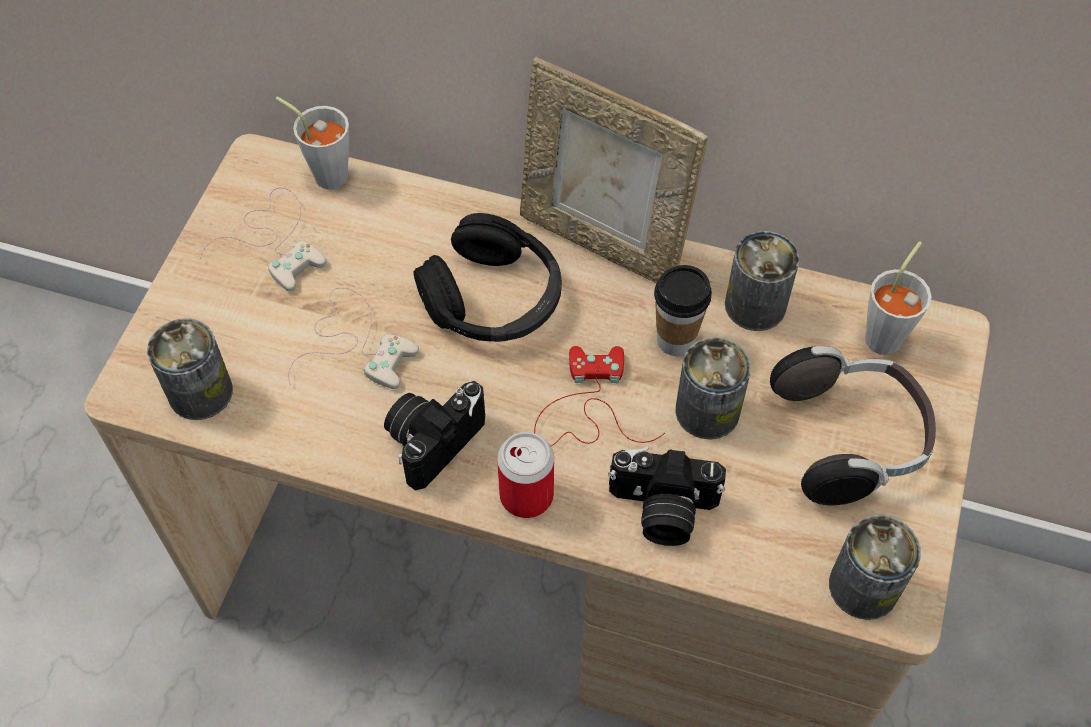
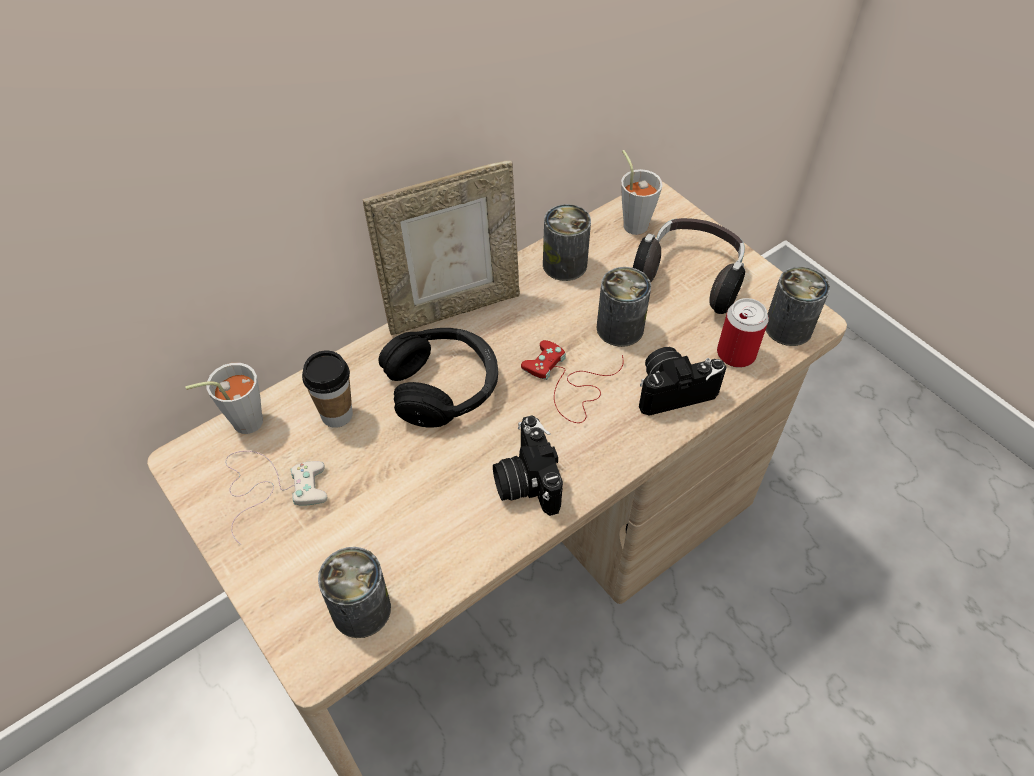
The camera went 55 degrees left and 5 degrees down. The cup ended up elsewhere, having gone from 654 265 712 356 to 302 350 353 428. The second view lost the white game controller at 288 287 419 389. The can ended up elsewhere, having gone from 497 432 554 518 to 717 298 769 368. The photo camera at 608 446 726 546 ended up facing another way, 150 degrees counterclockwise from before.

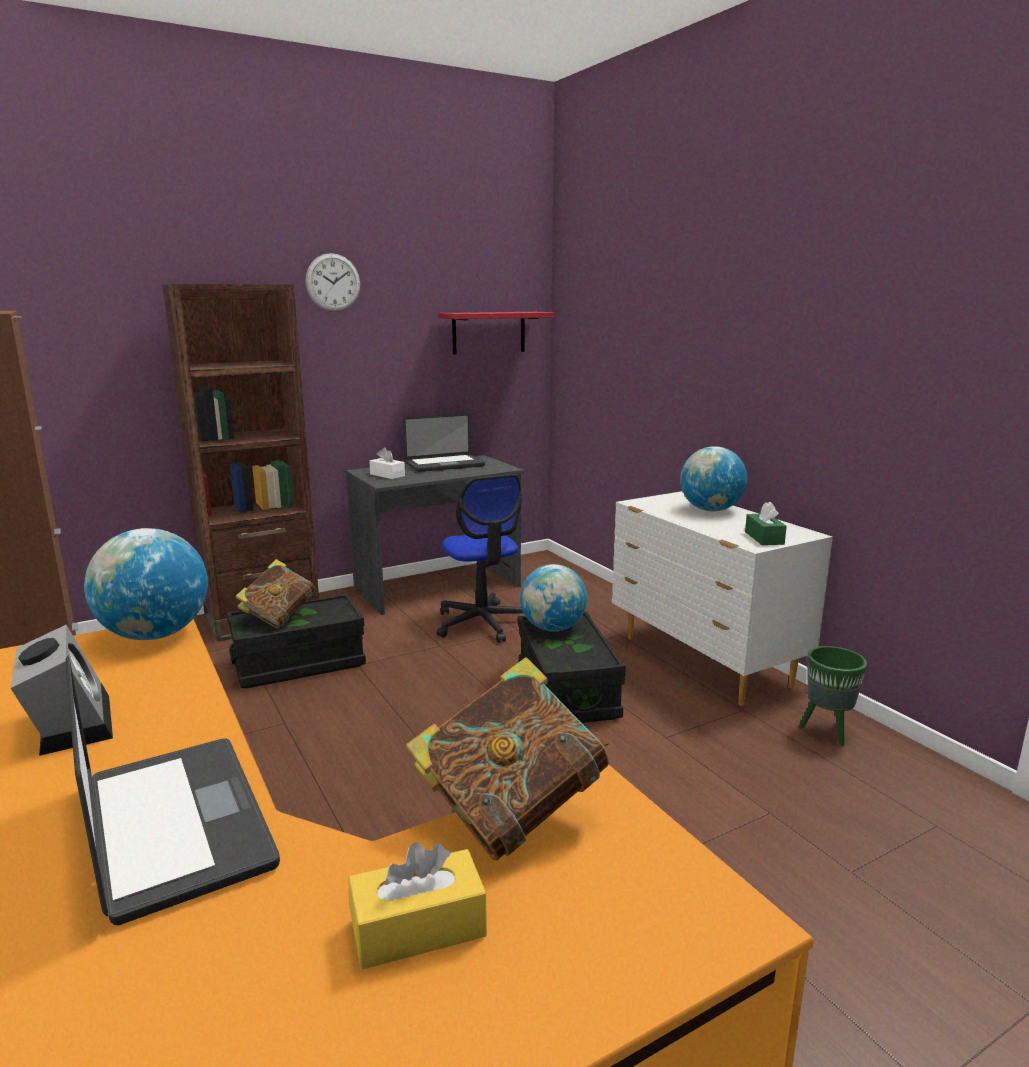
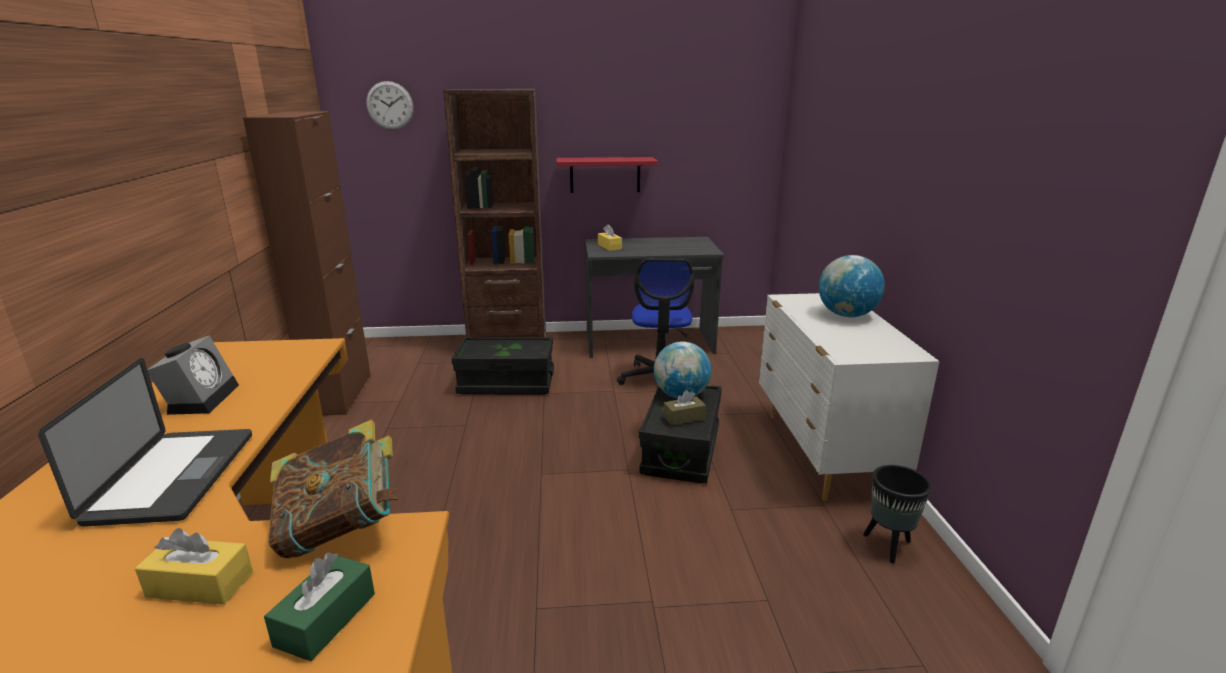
The camera went 25 degrees right and 5 degrees up. The wall clock ended up elsewhere, having gone from 305 253 360 312 to 366 81 413 130. The red shelf ended up elsewhere, having gone from 438 312 555 355 to 557 157 658 193. The second view lost the laptop at 403 413 485 472. What was the white tissue box at 369 448 405 479 turned into the yellow tissue box at 598 224 622 251. The green tissue box ended up elsewhere, having gone from 745 501 787 545 to 264 552 375 661. The second view lost the globe at 84 528 208 640. The second view lost the book at 236 559 315 629. What was the green planter at 799 646 867 746 turned into the black planter at 863 465 932 563. The second view gained the brown tissue box at 663 390 706 426.

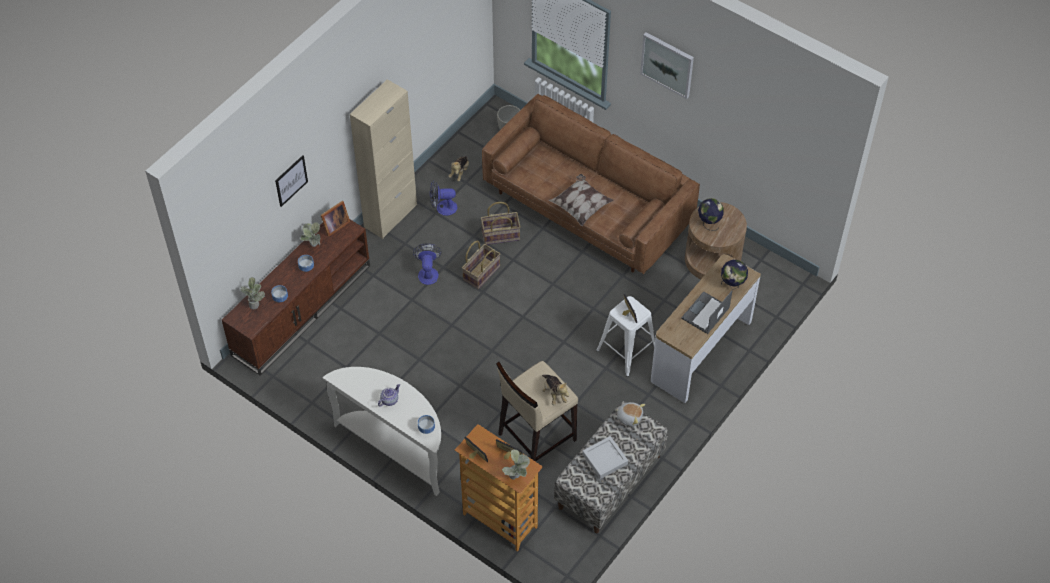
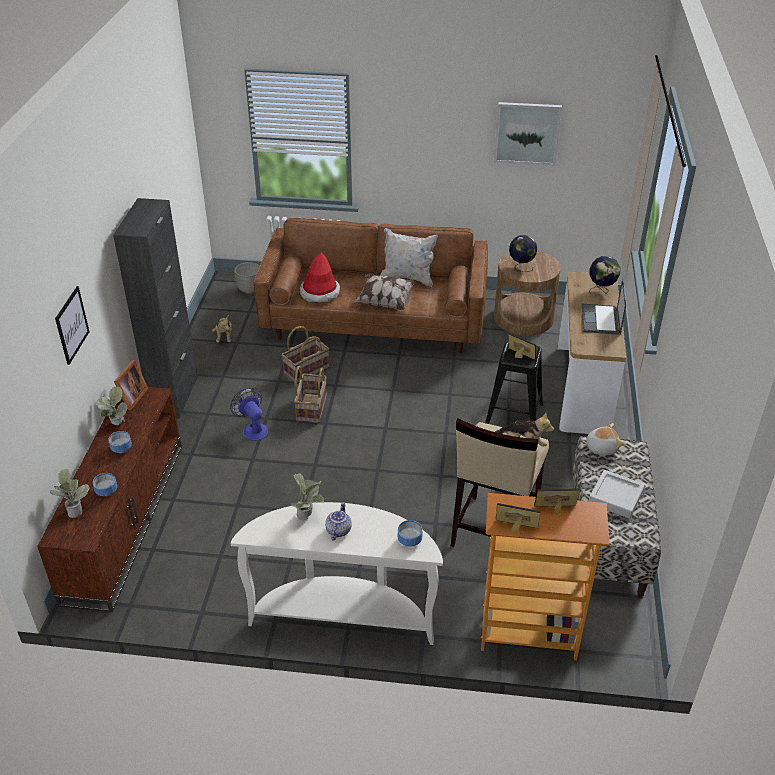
The camera went 30 degrees left and 15 degrees down. The picture ended up elsewhere, having gone from 640 32 694 99 to 494 102 562 166. What was the beige cabinet at 350 79 417 239 turned into the black cabinet at 113 198 198 419. The second view lost the fan at 430 180 457 216. What was the white stool at 596 296 655 377 turned into the black stool at 485 342 543 424. The potted plant ended up elsewhere, having gone from 502 449 530 480 to 291 473 324 520. The second view gained the white pillow at 380 228 438 287. The second view gained the hat at 300 253 341 302.

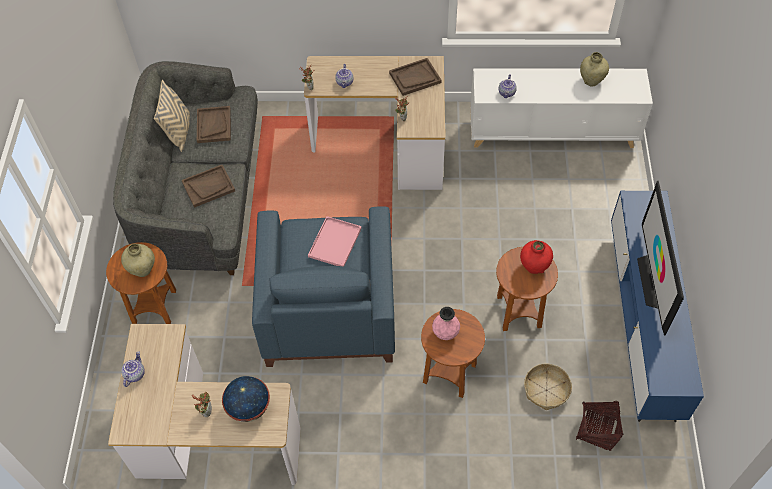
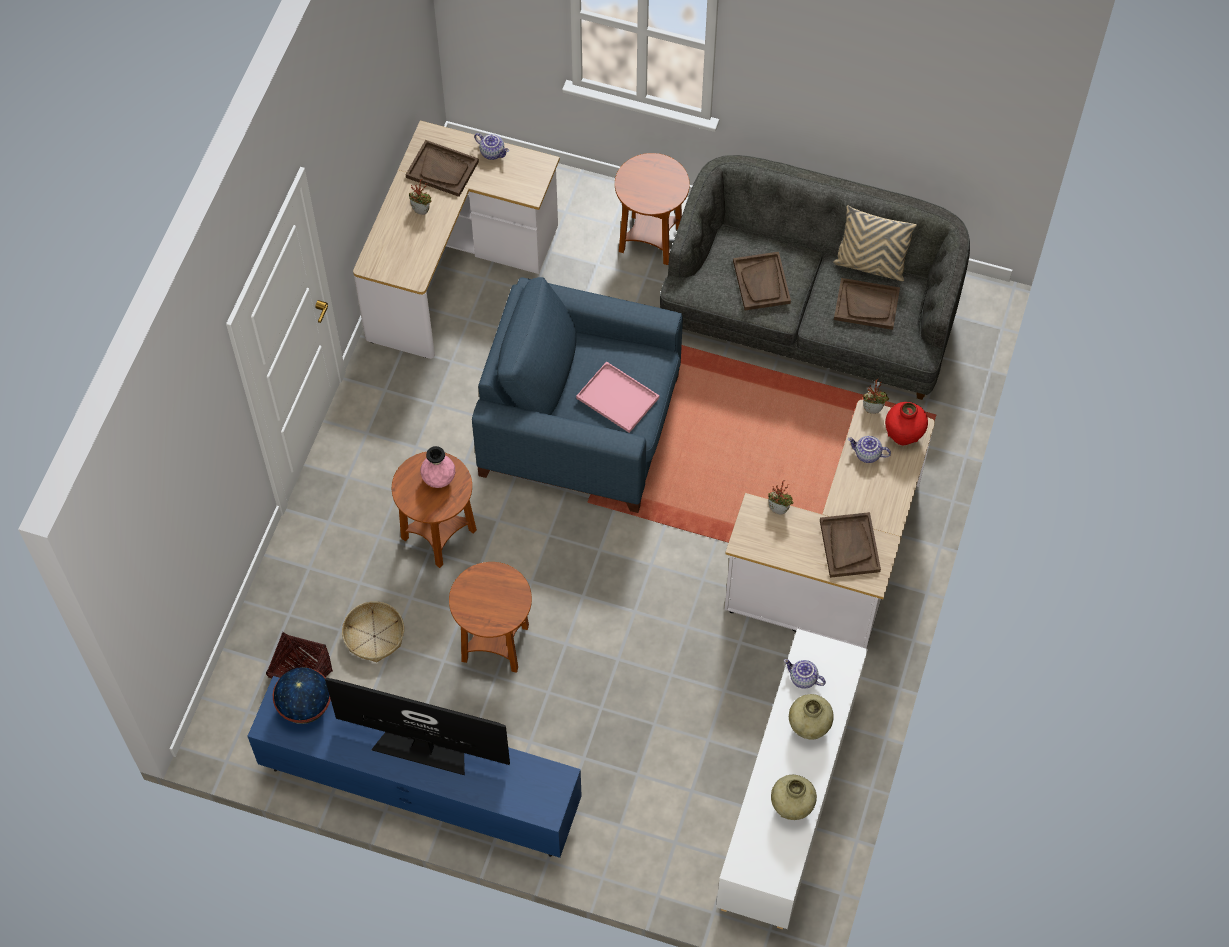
The camera went 105 degrees right and 5 degrees up. The red vase ended up elsewhere, having gone from 520 240 553 274 to 885 402 928 445. The beige vase ended up elsewhere, having gone from 121 244 155 277 to 789 694 834 740. The globe ended up elsewhere, having gone from 222 376 270 422 to 273 667 331 724. The second view gained the brown tray at 406 140 479 197.

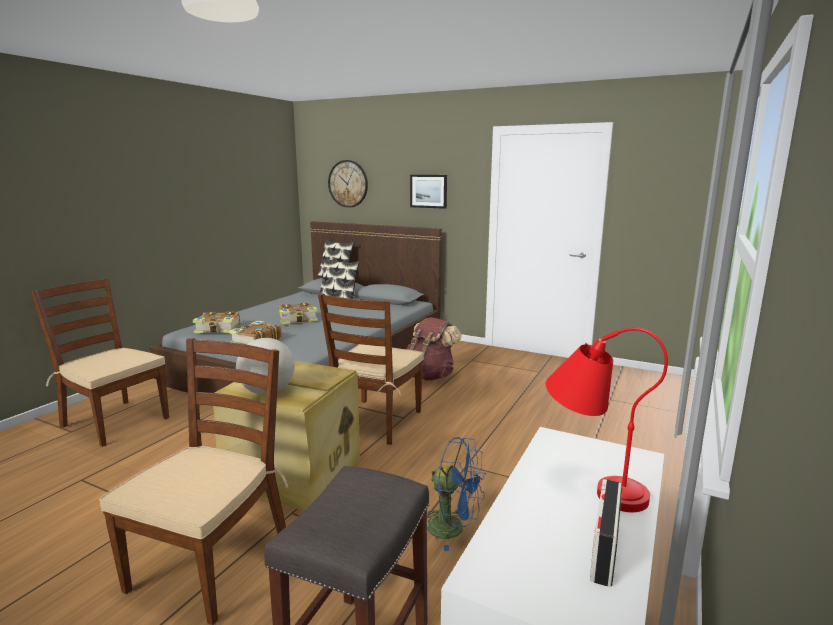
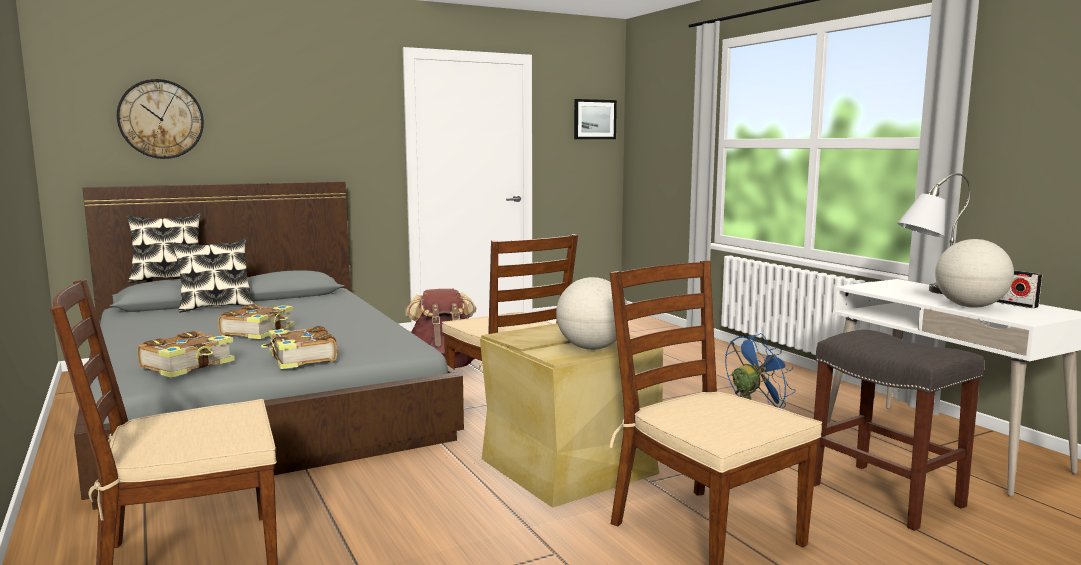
The camera went 55 degrees left and 5 degrees down. The picture ended up elsewhere, having gone from 410 175 447 209 to 574 99 617 139. What was the red table lamp at 546 327 668 512 turned into the grey table lamp at 897 173 971 294. The second view gained the globe at 935 239 1014 308.

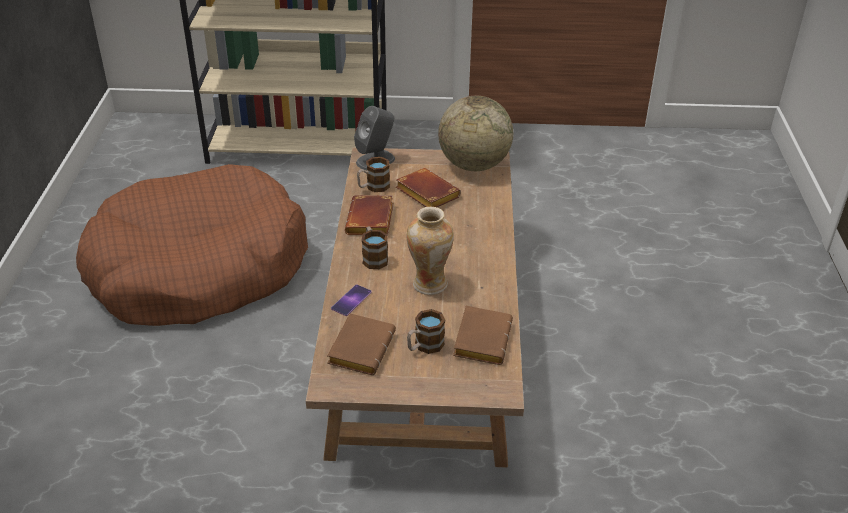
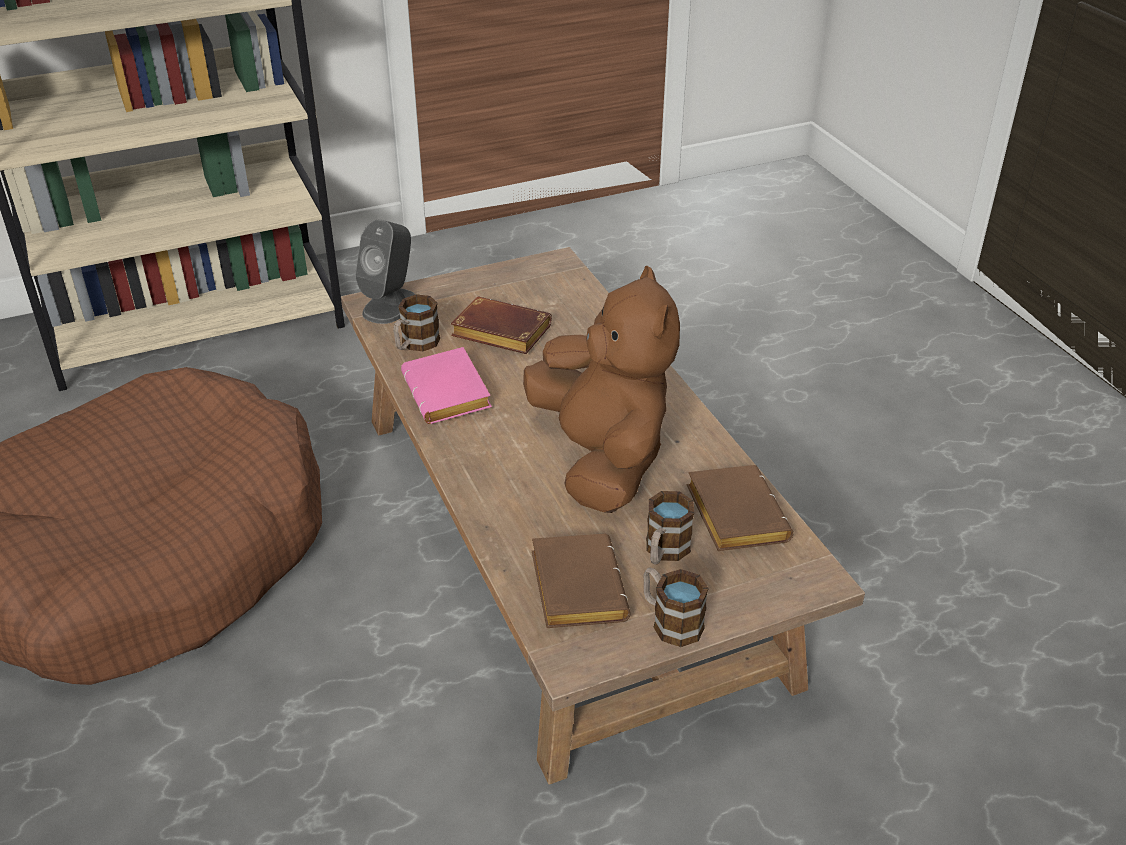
The camera went 25 degrees left and 0 degrees up. The second view lost the globe at 438 96 513 171. What was the brown book at 345 195 393 235 turned into the pink book at 401 347 492 424. Where the vase stood at 407 207 454 295, the brown plush toy came to stand at 523 266 680 513. The mug ended up elsewhere, having gone from 362 226 388 269 to 643 567 709 647. The second view lost the phone at 331 284 371 316.

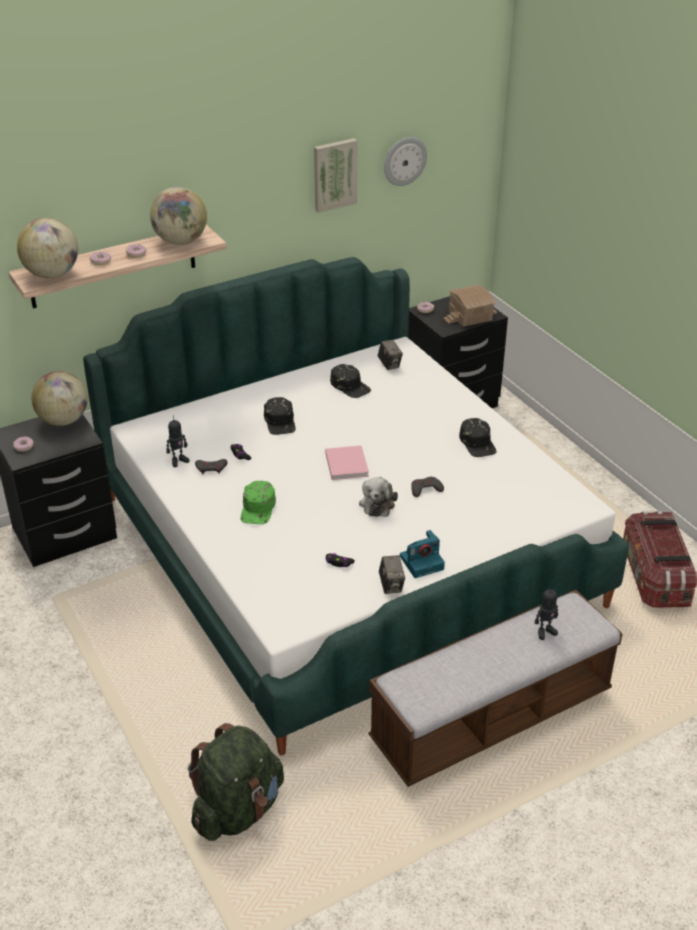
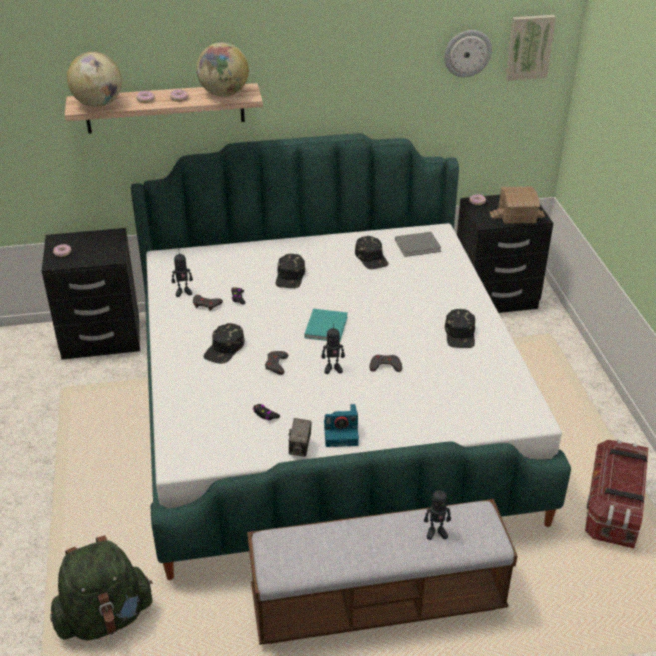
The camera went 20 degrees right and 0 degrees up. The picture ended up elsewhere, having gone from 314 138 357 213 to 506 15 556 81. Where the photo camera stood at 377 339 403 370, the grey book came to stand at 395 232 441 257. The second view lost the globe at 31 371 88 426. What was the pink book at 325 445 369 480 turned into the turquoise book at 304 309 348 341. Where the plush toy stood at 359 477 398 517, the toy robot came to stand at 321 323 345 374. What was the green cap at 241 481 276 524 turned into the black cap at 203 323 245 364. The second view gained the grey game controller at 265 351 288 375.

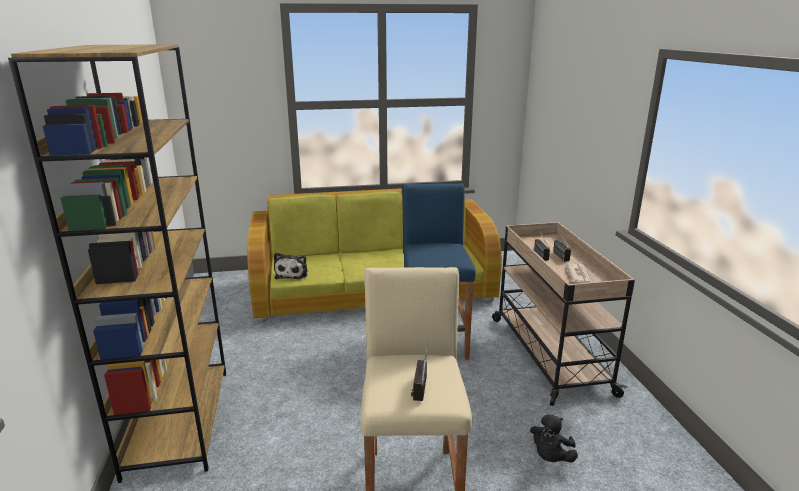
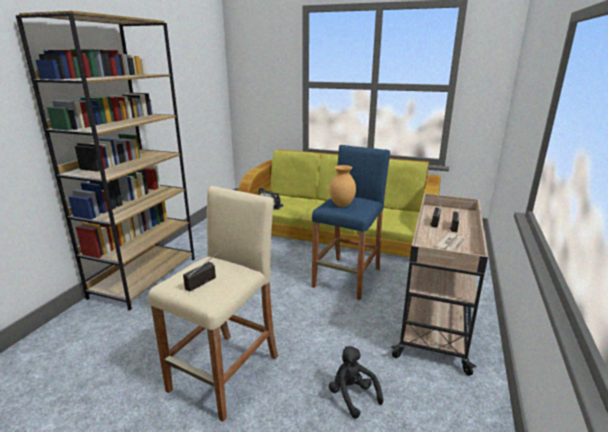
The camera went 30 degrees right and 0 degrees up. The black plush toy at 530 415 578 462 ended up facing another way, 90 degrees clockwise from before. The second view gained the brown vase at 329 165 356 207.

